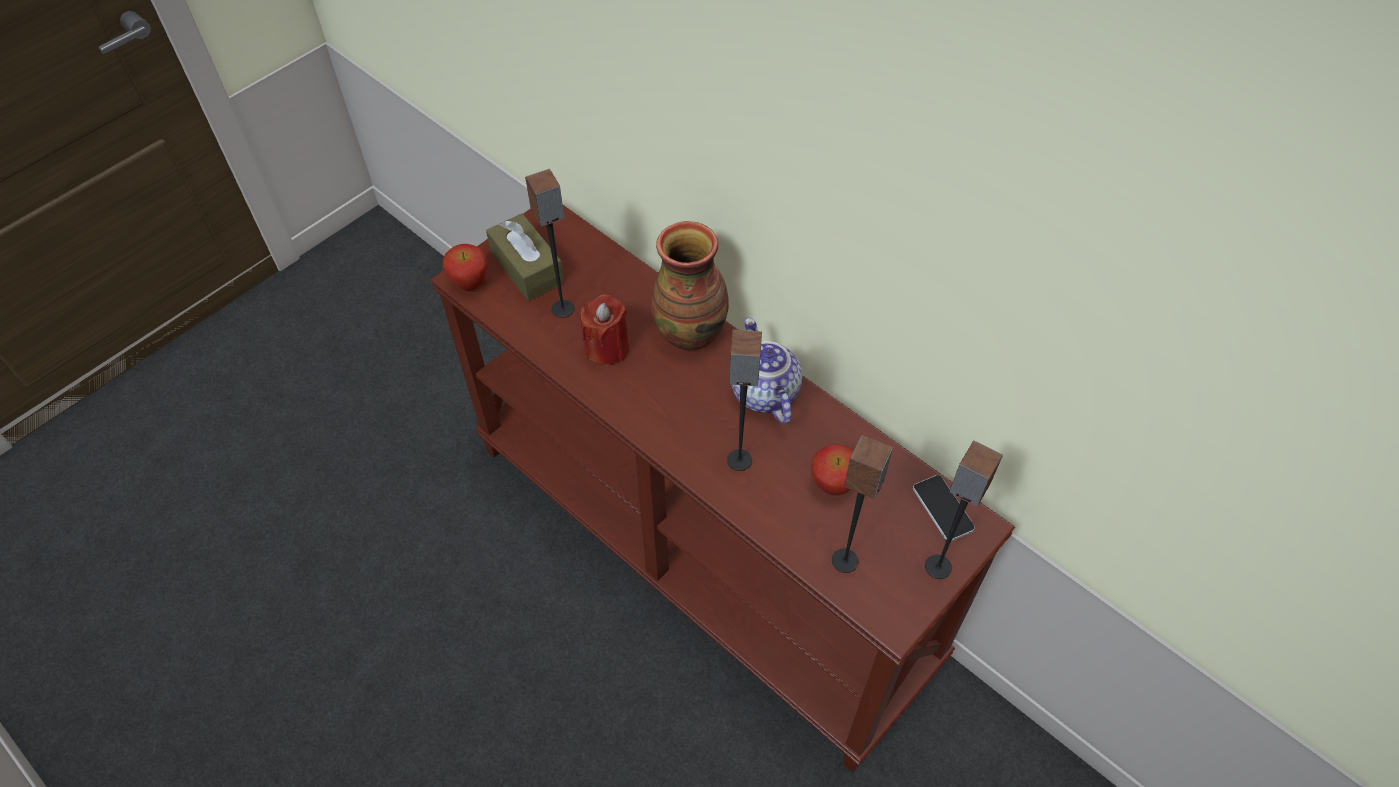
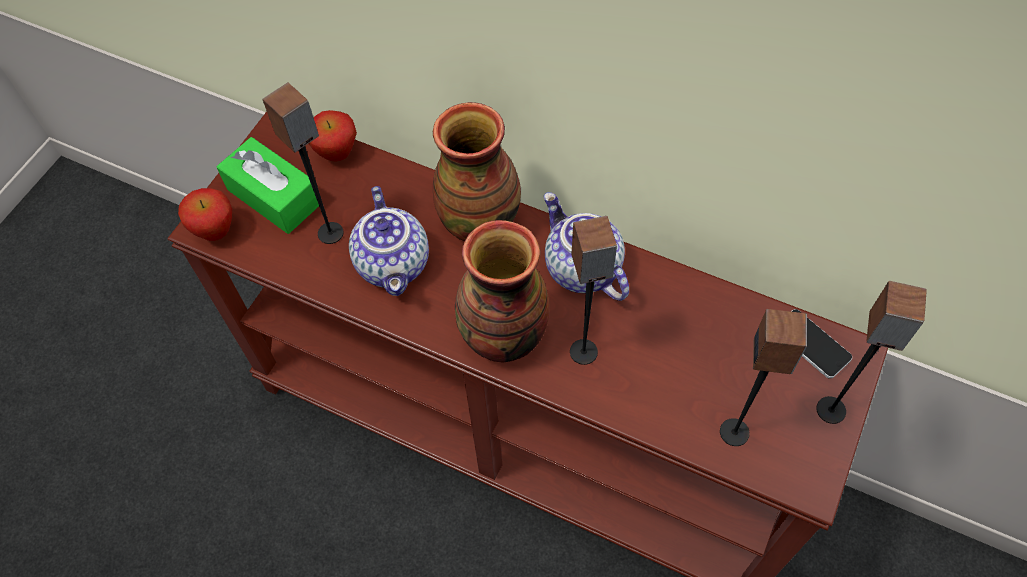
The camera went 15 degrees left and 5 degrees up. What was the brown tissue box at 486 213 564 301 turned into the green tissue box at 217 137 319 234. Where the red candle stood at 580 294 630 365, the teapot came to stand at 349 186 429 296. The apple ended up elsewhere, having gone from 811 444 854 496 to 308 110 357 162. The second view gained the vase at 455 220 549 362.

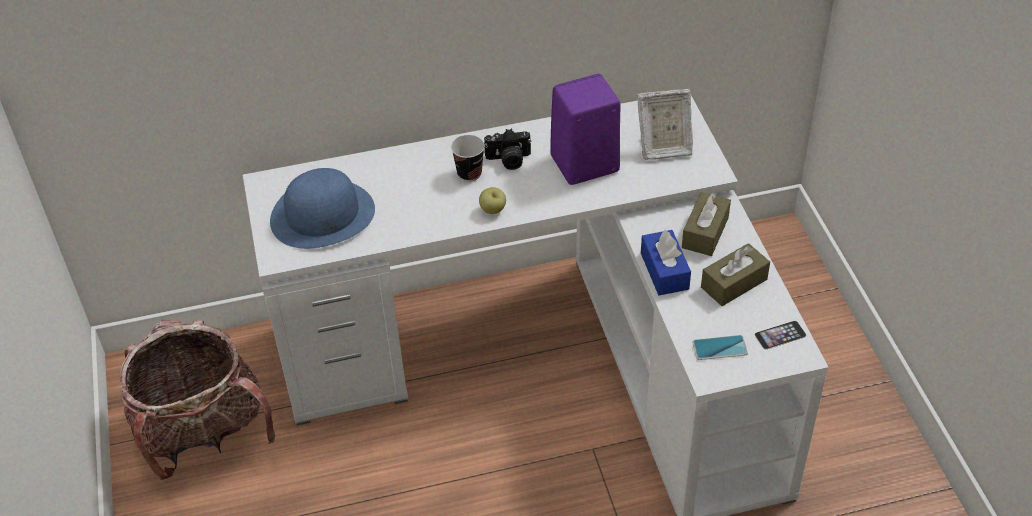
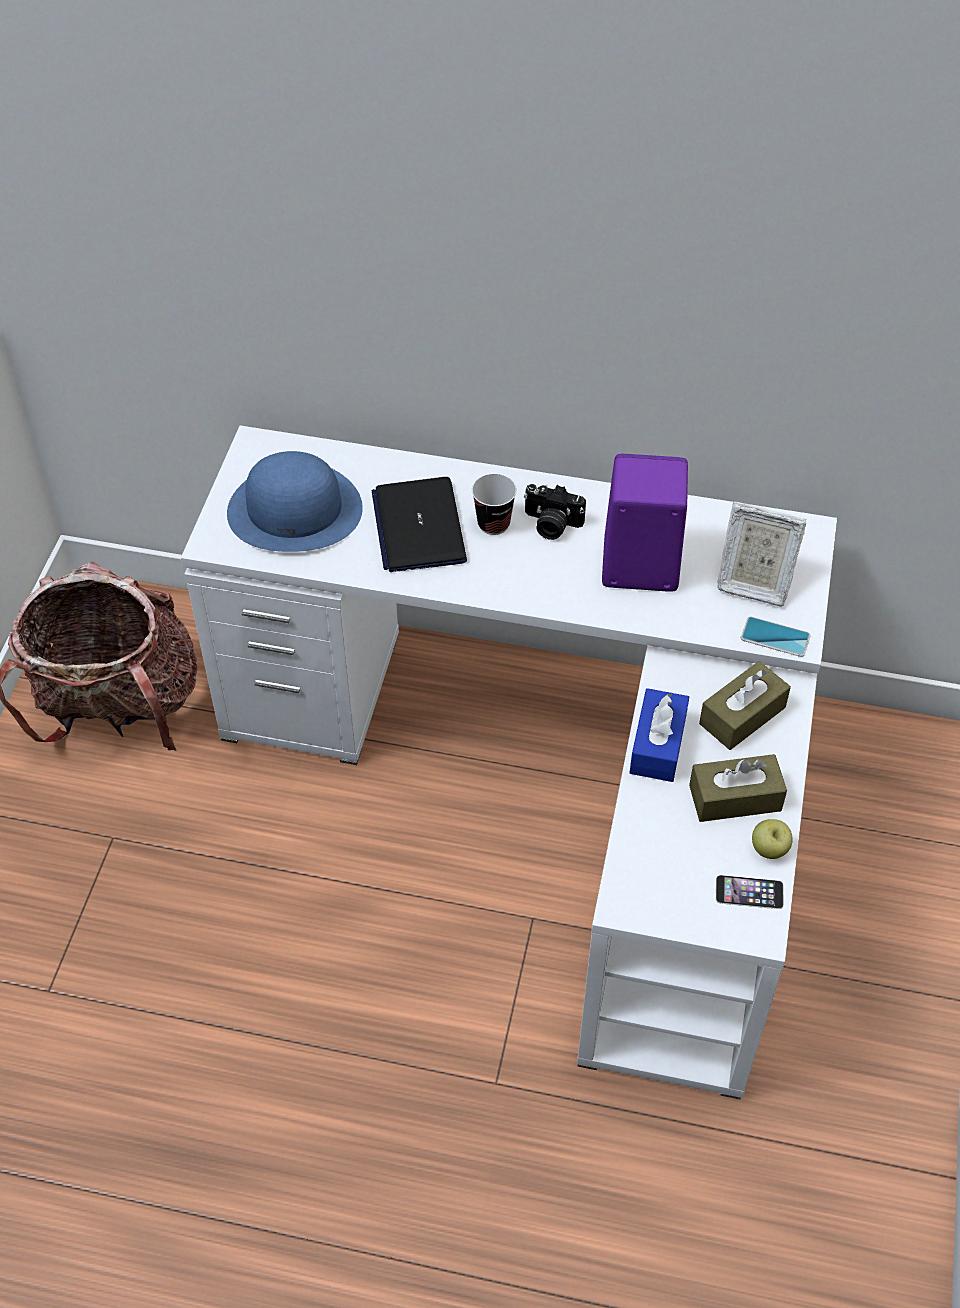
The camera went 25 degrees right and 5 degrees up. The apple ended up elsewhere, having gone from 479 187 506 214 to 752 819 793 859. The phone ended up elsewhere, having gone from 692 335 748 360 to 741 617 811 657. The second view gained the laptop at 372 477 467 572.

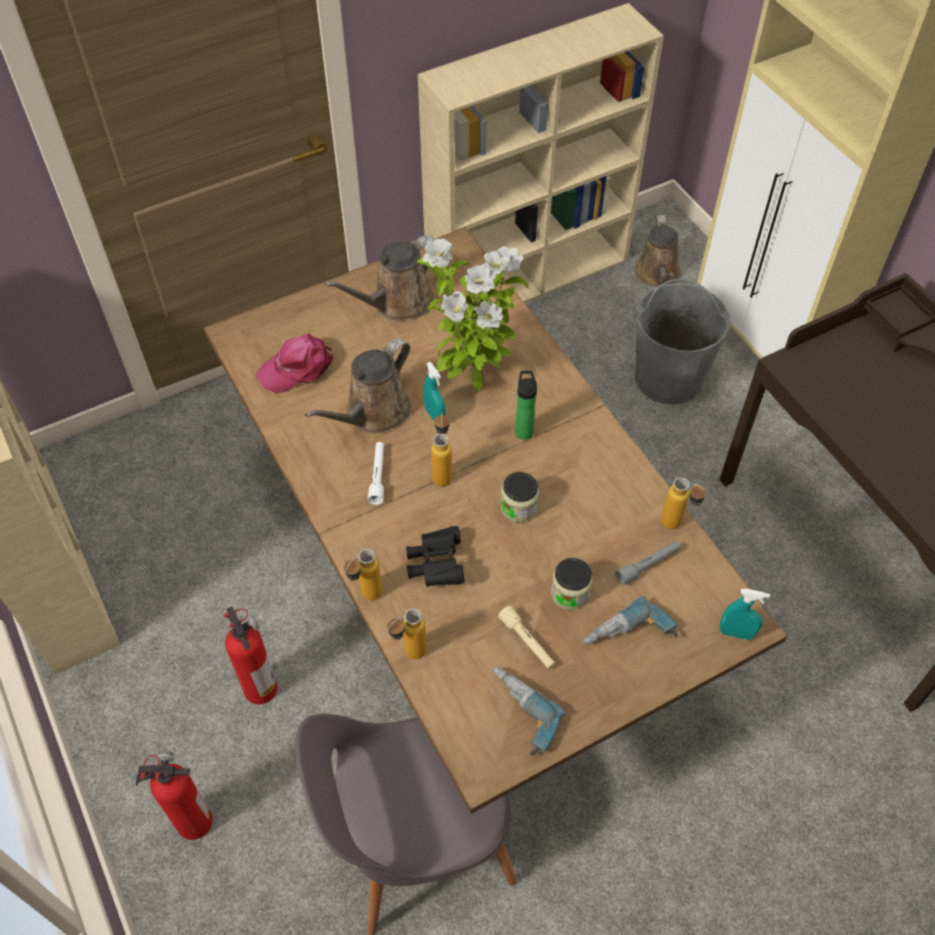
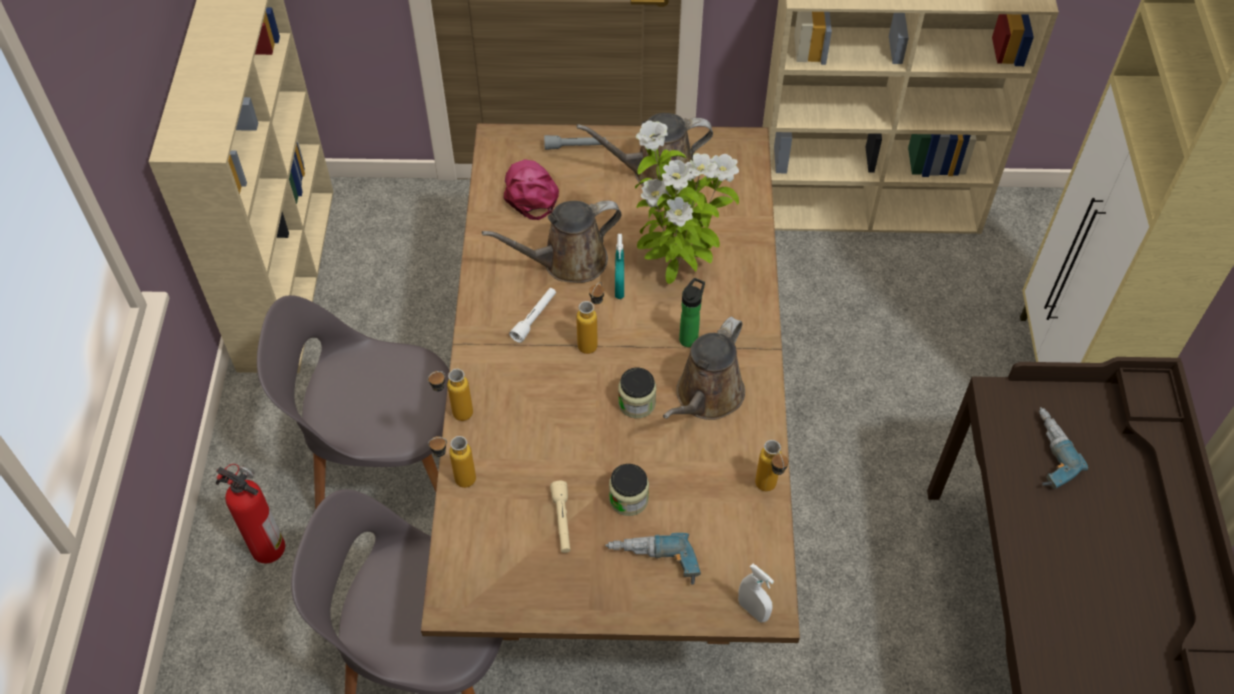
The camera went 30 degrees right and 0 degrees up. The brown watering can ended up elsewhere, having gone from 635 215 681 287 to 663 317 745 420. The second view lost the grey bucket at 635 279 730 405. The pink cap at 256 334 333 393 ended up facing another way, 75 degrees clockwise from before. The second view lost the black binoculars at 406 526 465 587. The grey flashlight ended up elsewhere, having gone from 615 541 681 585 to 544 135 606 150. What was the turquoise spray bottle at 720 589 770 640 turned into the white spray bottle at 738 564 774 622. Where the fire extinguisher stood at 224 607 277 704, the grey chair came to stand at 257 295 449 510. The power drill ended up elsewhere, having gone from 493 667 566 756 to 1039 407 1088 489.

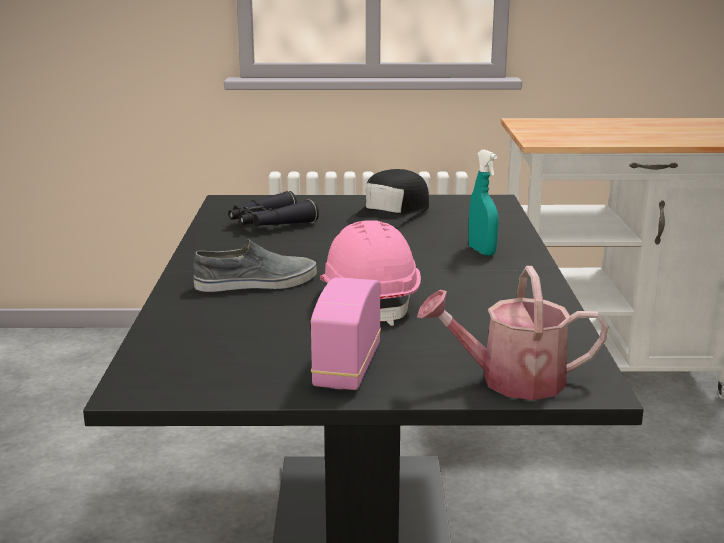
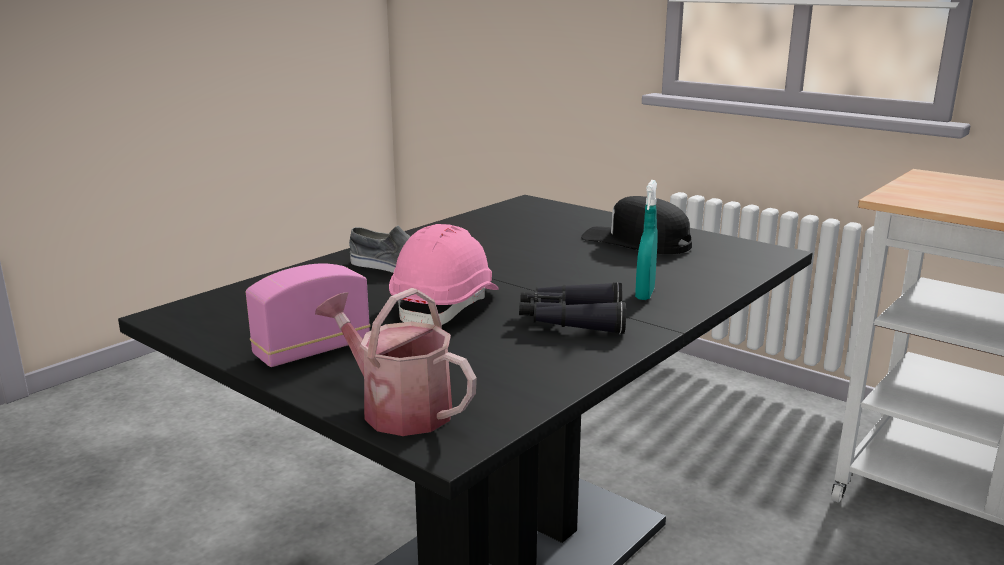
The camera went 40 degrees right and 0 degrees up. The black cap at 347 169 429 229 ended up facing another way, 60 degrees clockwise from before. The black binoculars ended up elsewhere, having gone from 228 191 319 227 to 519 282 626 334.

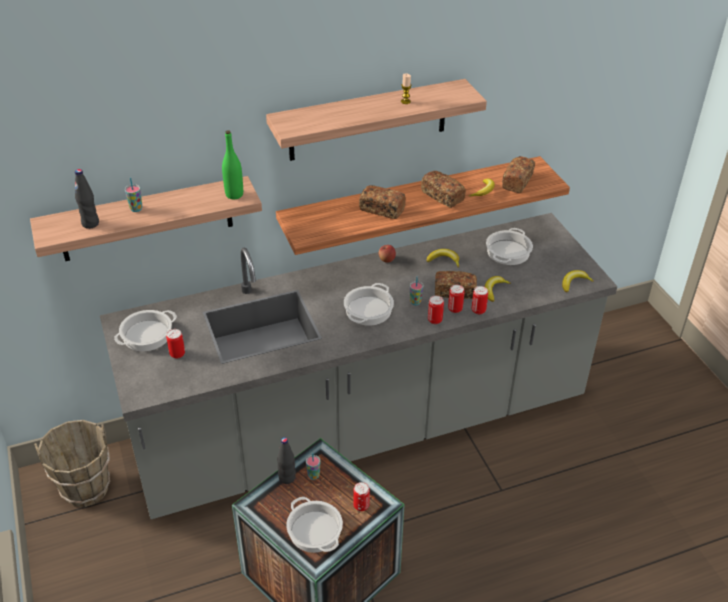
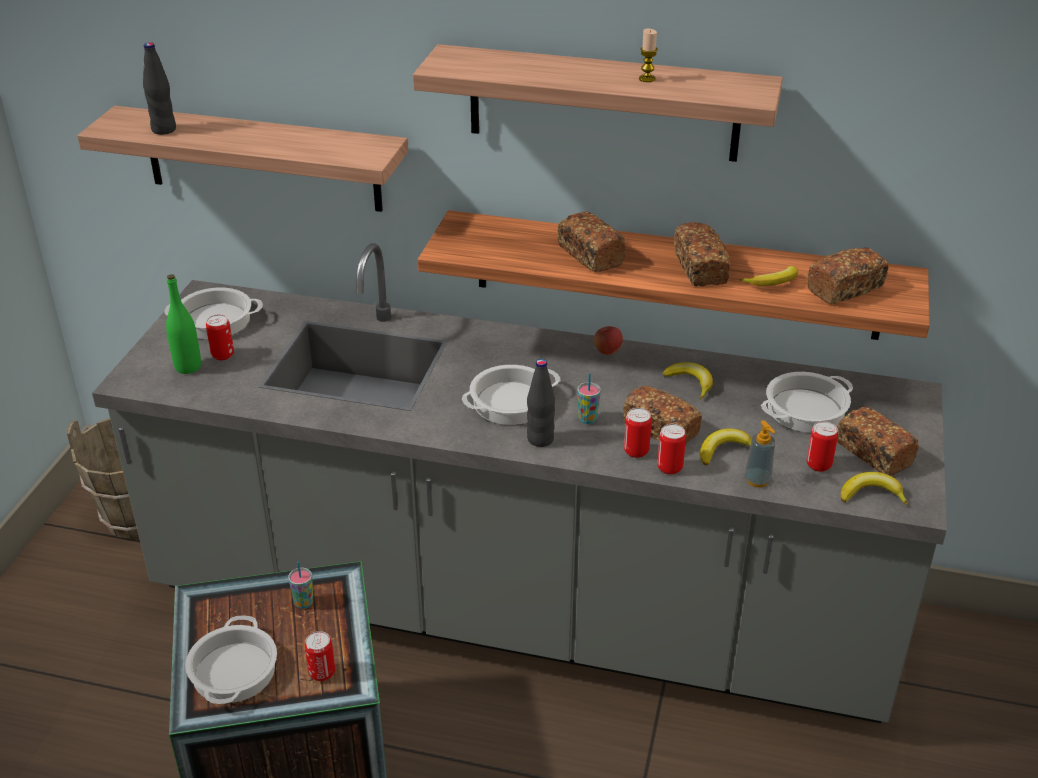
The camera went 35 degrees right and 5 degrees down. The green bottle ended up elsewhere, having gone from 222 130 243 199 to 166 274 201 374. The second view lost the cup at 125 178 142 212. The can ended up elsewhere, having gone from 428 295 444 324 to 806 421 838 472. The black bottle ended up elsewhere, having gone from 277 437 296 484 to 527 359 555 447. The second view gained the bread at 837 407 919 476. The second view gained the soap dispenser at 744 420 775 487.

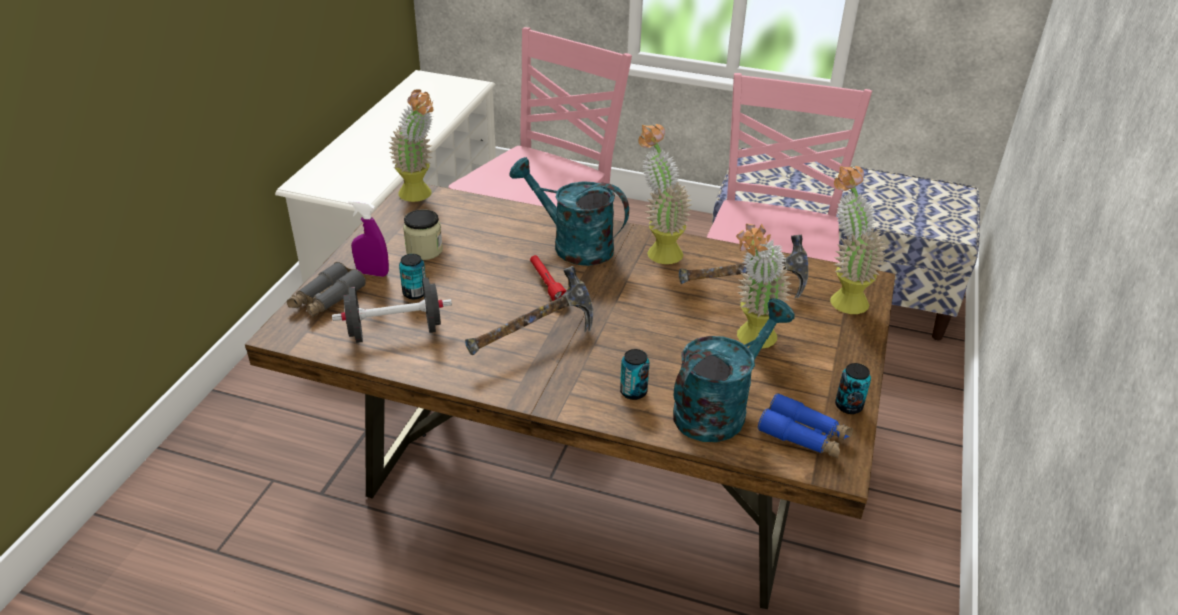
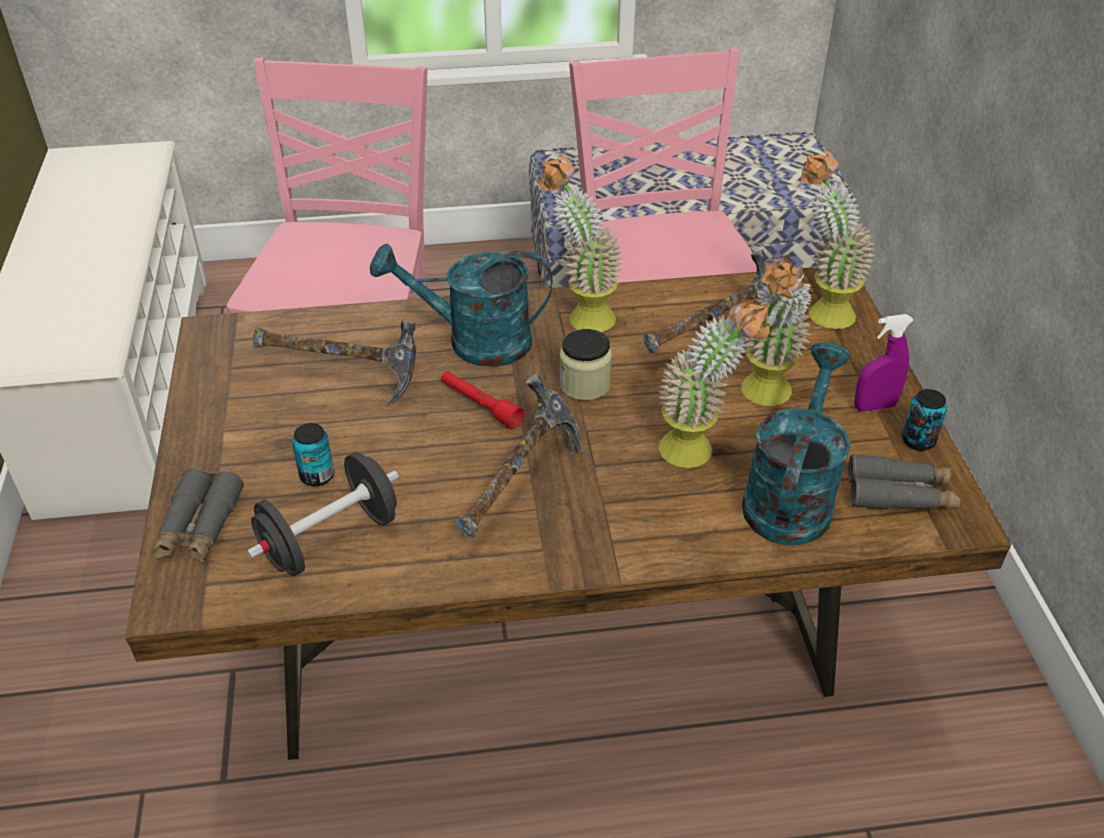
The camera went 25 degrees left and 5 degrees up. The potted plant ended up elsewhere, having gone from 388 89 434 202 to 658 300 770 468. The purple spray bottle ended up elsewhere, having gone from 349 201 389 277 to 854 314 914 412. The jar ended up elsewhere, having gone from 403 209 443 260 to 560 329 612 401. The second view lost the can at 620 349 650 400. What was the blue binoculars at 758 393 853 458 turned into the grey binoculars at 848 454 960 510. The second view gained the hammer at 253 321 417 404.

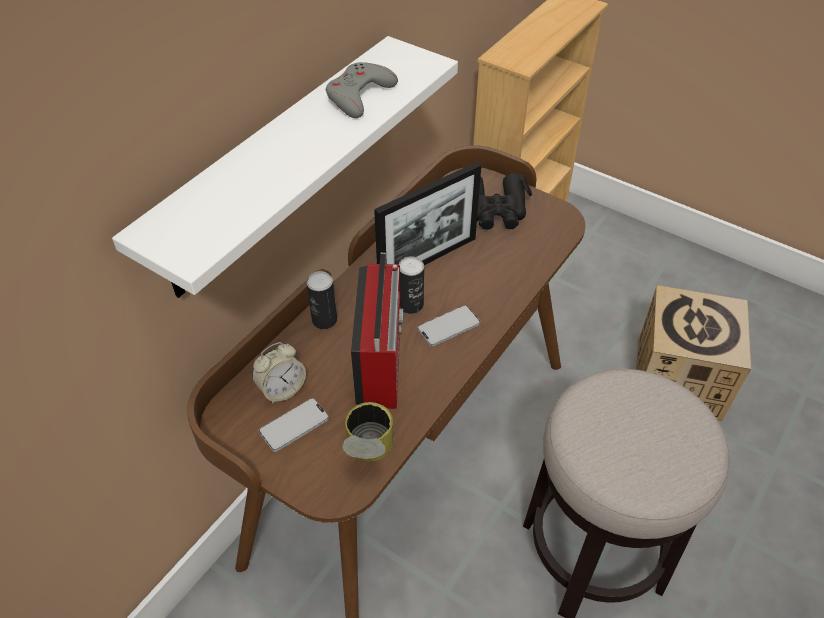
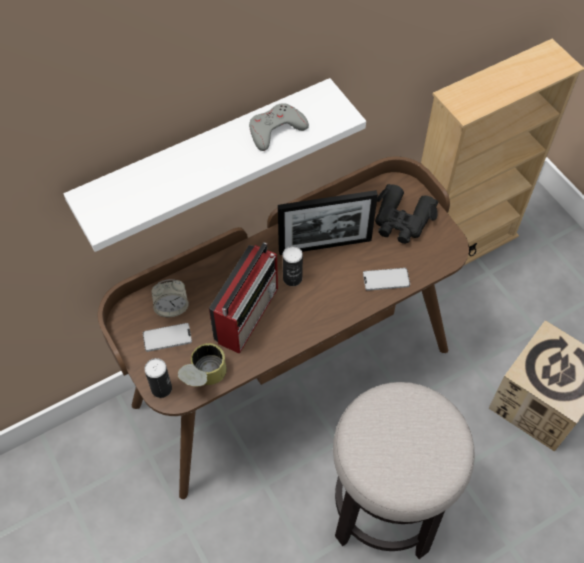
The camera went 25 degrees right and 10 degrees up. The can ended up elsewhere, having gone from 306 271 337 329 to 144 358 172 398. The phone ended up elsewhere, having gone from 418 305 480 346 to 363 268 410 291.

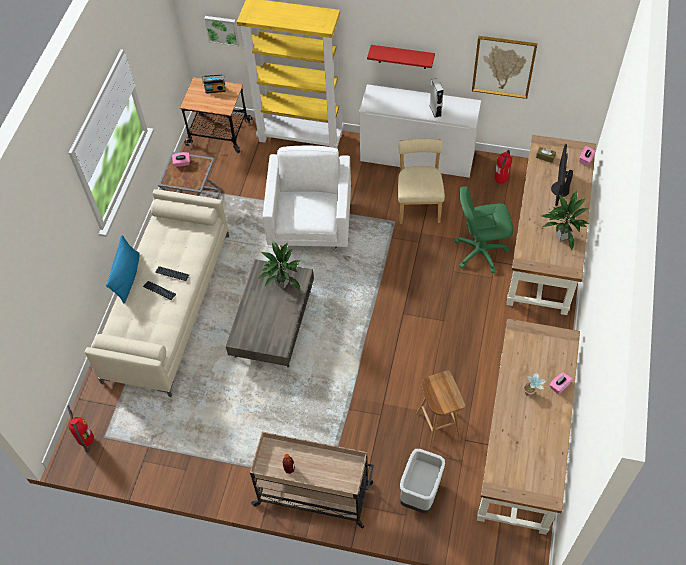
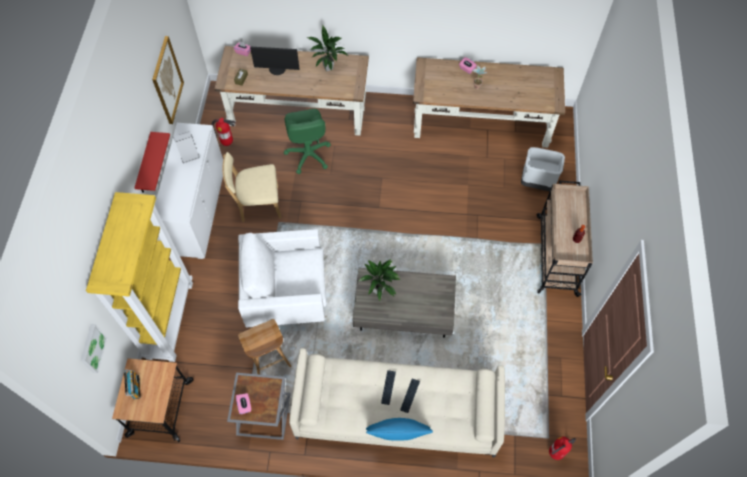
The camera went 100 degrees left and 5 degrees up. The brown stool ended up elsewhere, having gone from 416 371 466 447 to 238 319 291 375.

